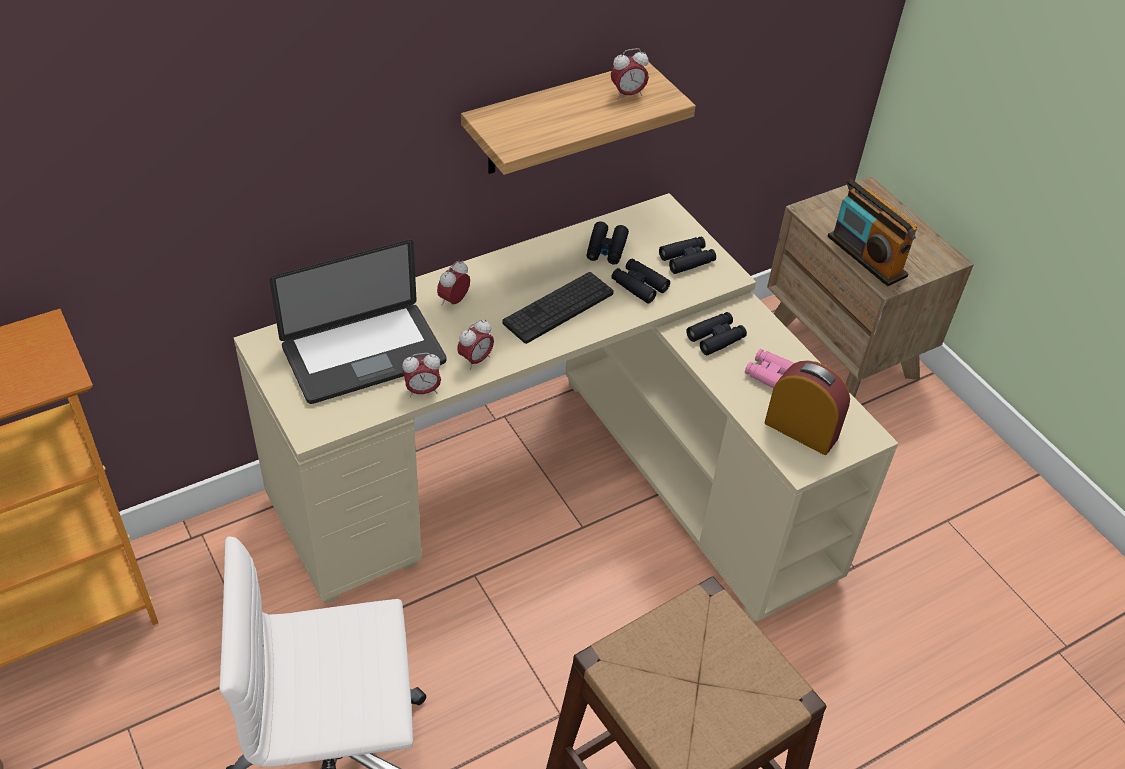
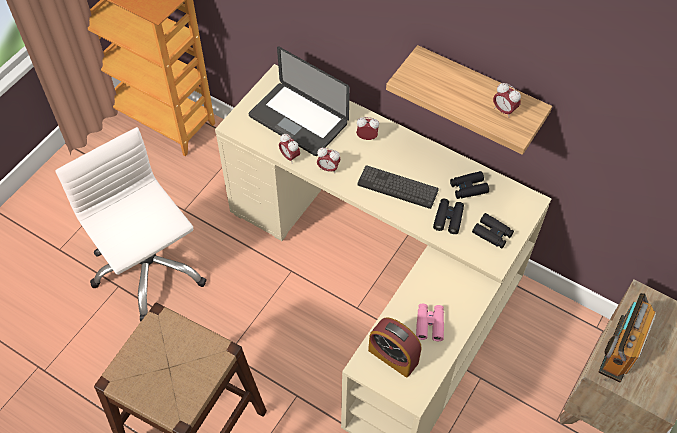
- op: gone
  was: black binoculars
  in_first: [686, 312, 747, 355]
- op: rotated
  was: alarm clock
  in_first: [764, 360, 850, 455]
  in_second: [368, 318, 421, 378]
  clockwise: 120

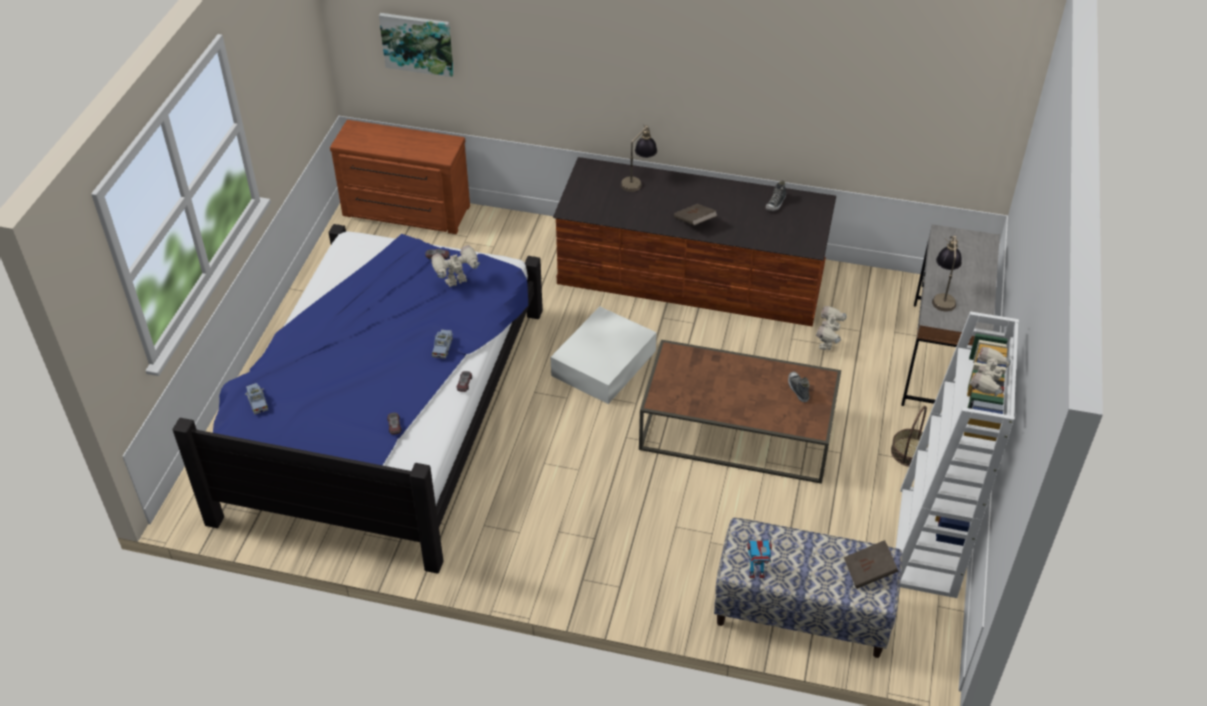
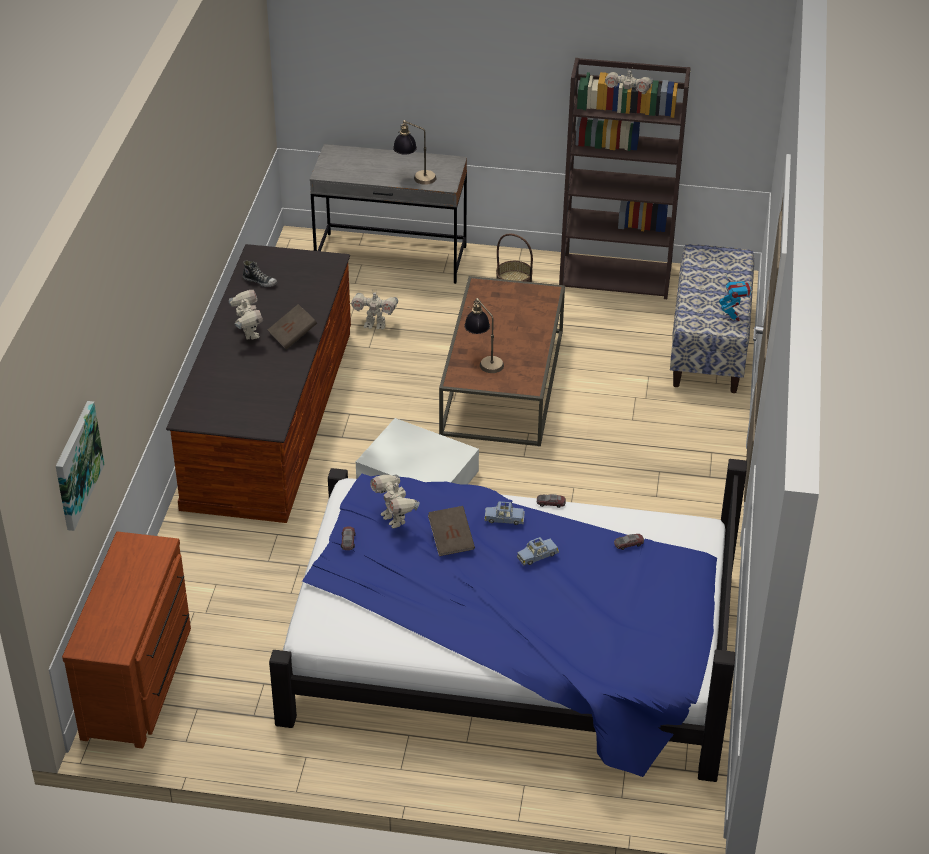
- op: gone
  was: shoe
  in_first: [788, 372, 810, 402]
- op: new
  now: toy robot
  in_second: [229, 290, 263, 339]
- op: shifted
  was: blue toy car
  in_first: [245, 383, 268, 414]
  in_second: [517, 537, 559, 565]
- op: shifted
  was: table lamp
  in_first: [620, 125, 657, 192]
  in_second: [464, 298, 504, 373]
- op: shifted
  was: brown book
  in_first: [844, 540, 899, 589]
  in_second: [428, 506, 475, 556]
- op: repainted
  was: white bookcase
  now: brown bookcase
  in_first: [896, 311, 1019, 598]
  in_second: [559, 58, 691, 299]

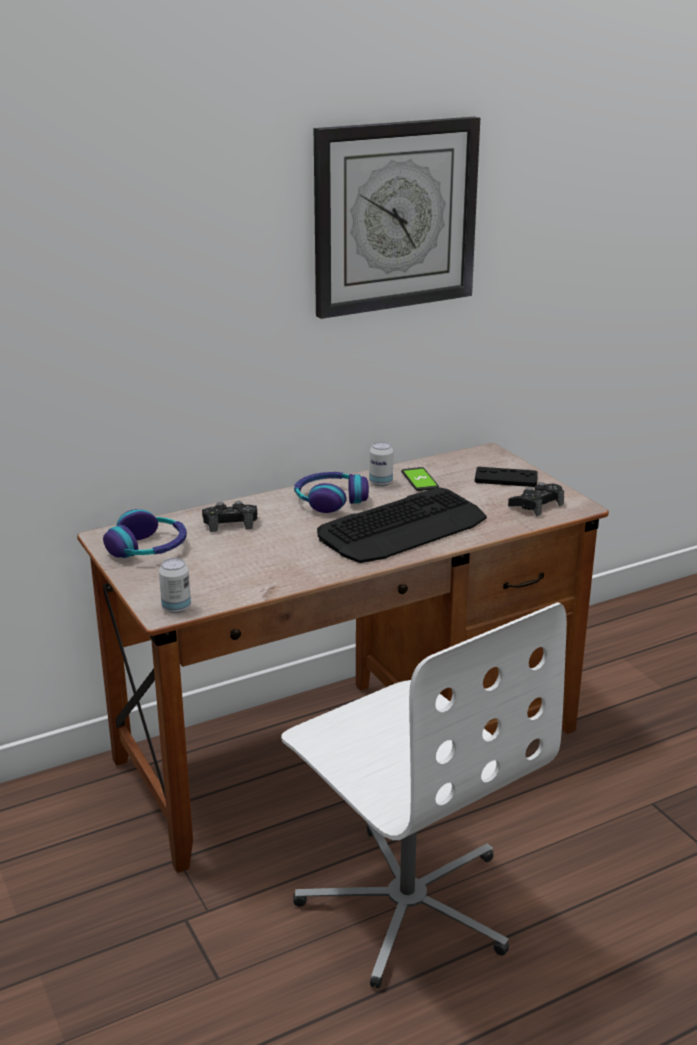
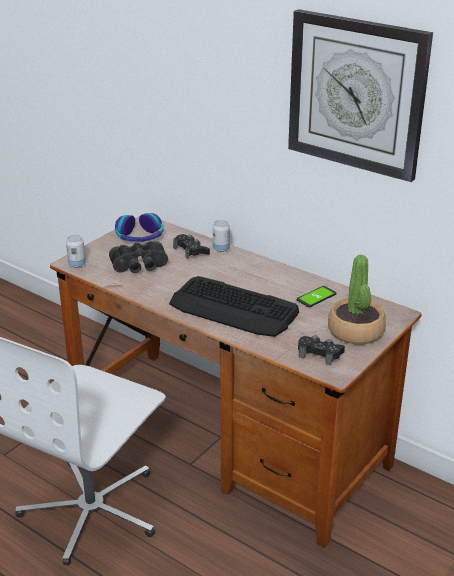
- op: gone
  was: headphones
  in_first: [294, 472, 369, 513]
- op: new
  now: black binoculars
  in_second: [109, 241, 168, 273]
- op: shifted
  was: can
  in_first: [369, 441, 393, 487]
  in_second: [213, 220, 230, 252]
- op: swapped
  was: black game controller
  now: potted plant
  in_first: [475, 467, 538, 487]
  in_second: [328, 255, 386, 345]

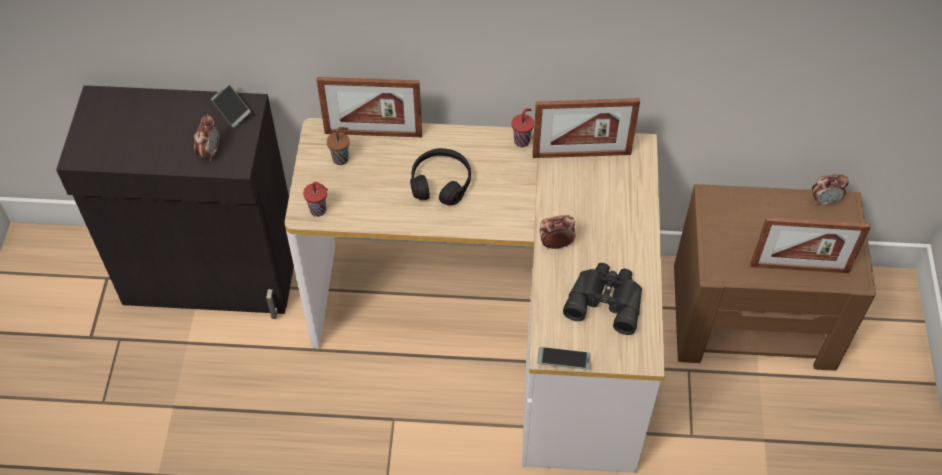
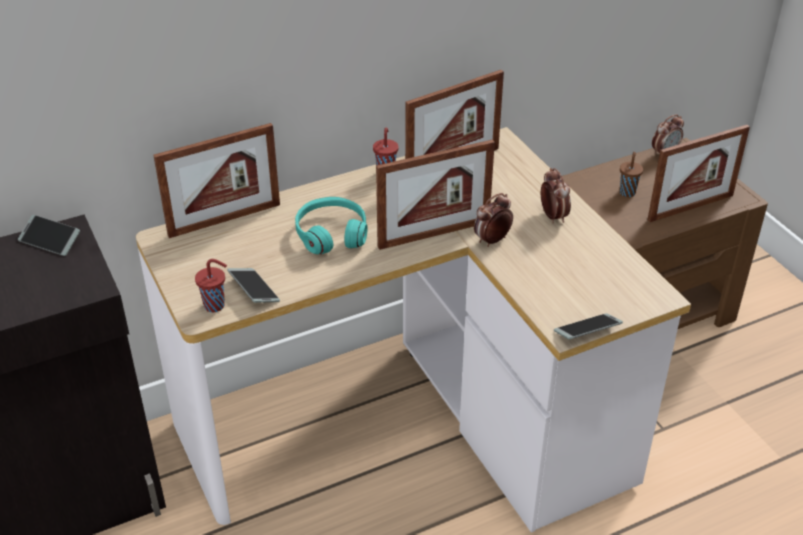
- op: gone
  was: black binoculars
  in_first: [563, 263, 642, 335]
- op: new
  now: phone
  in_second: [227, 268, 280, 303]
- op: new
  now: picture frame
  in_second: [376, 140, 495, 250]
- op: shifted
  was: alarm clock
  in_first: [194, 114, 219, 161]
  in_second: [541, 168, 571, 223]
- op: shifted
  was: brown cup
  in_first: [327, 127, 350, 165]
  in_second: [620, 152, 643, 197]
- op: repainted
  was: black headphones
  now: turquoise headphones
  in_first: [410, 148, 471, 206]
  in_second: [295, 197, 368, 254]

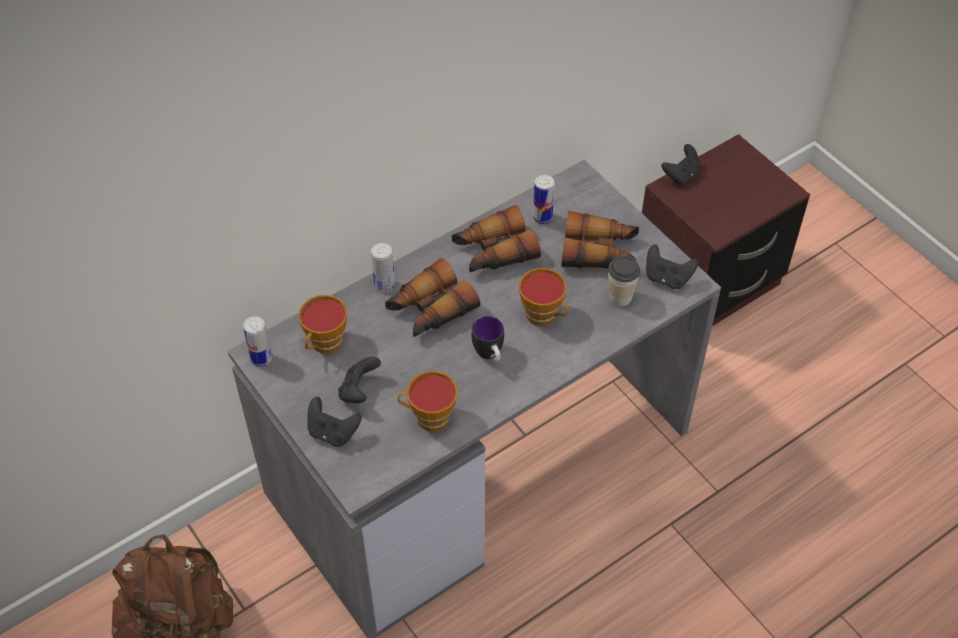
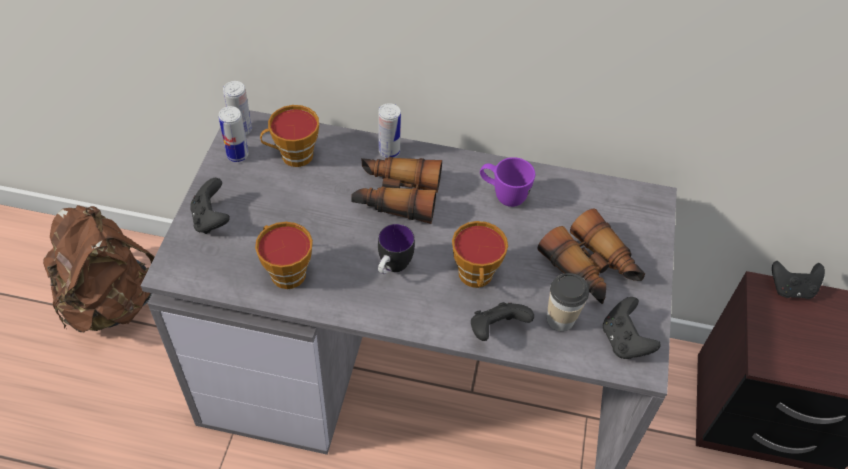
- op: shifted
  was: black game controller
  in_first: [338, 357, 381, 403]
  in_second: [471, 302, 534, 341]
- op: shifted
  was: can
  in_first: [533, 175, 555, 224]
  in_second: [219, 106, 249, 162]
- op: swapped
  was: binoculars
  now: purple mug
  in_first: [452, 205, 541, 272]
  in_second: [480, 157, 535, 207]

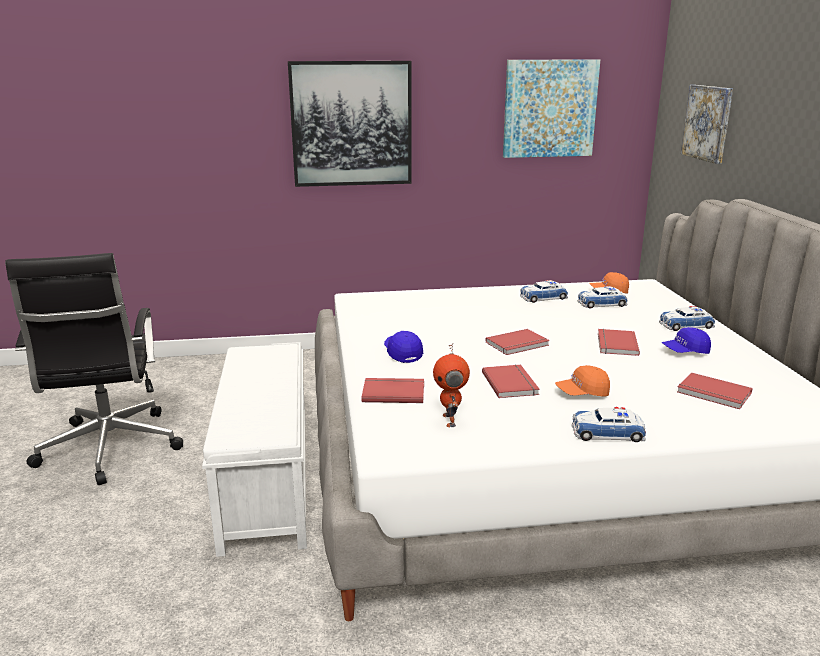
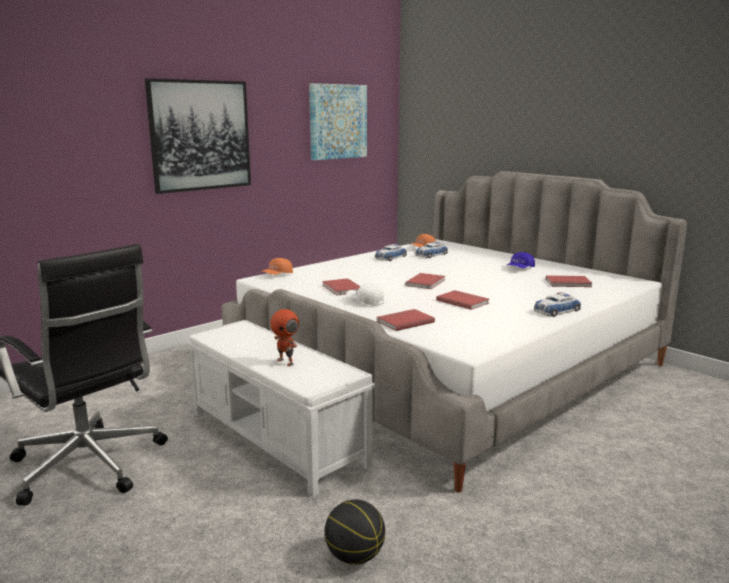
- op: gone
  was: toy car
  in_first: [659, 306, 715, 331]
- op: gone
  was: picture
  in_first: [681, 85, 733, 164]
- op: new
  now: basketball
  in_second: [325, 499, 385, 565]
- op: shifted
  was: toy robot
  in_first: [433, 343, 470, 427]
  in_second: [270, 302, 299, 366]
- op: shifted
  was: orange cap
  in_first: [555, 365, 610, 396]
  in_second: [261, 258, 293, 275]
- op: shifted
  was: red book
  in_first: [598, 329, 640, 356]
  in_second: [322, 278, 360, 296]
- op: repainted
  was: blue cap
  now: white cap
  in_first: [384, 331, 423, 363]
  in_second: [346, 282, 384, 306]

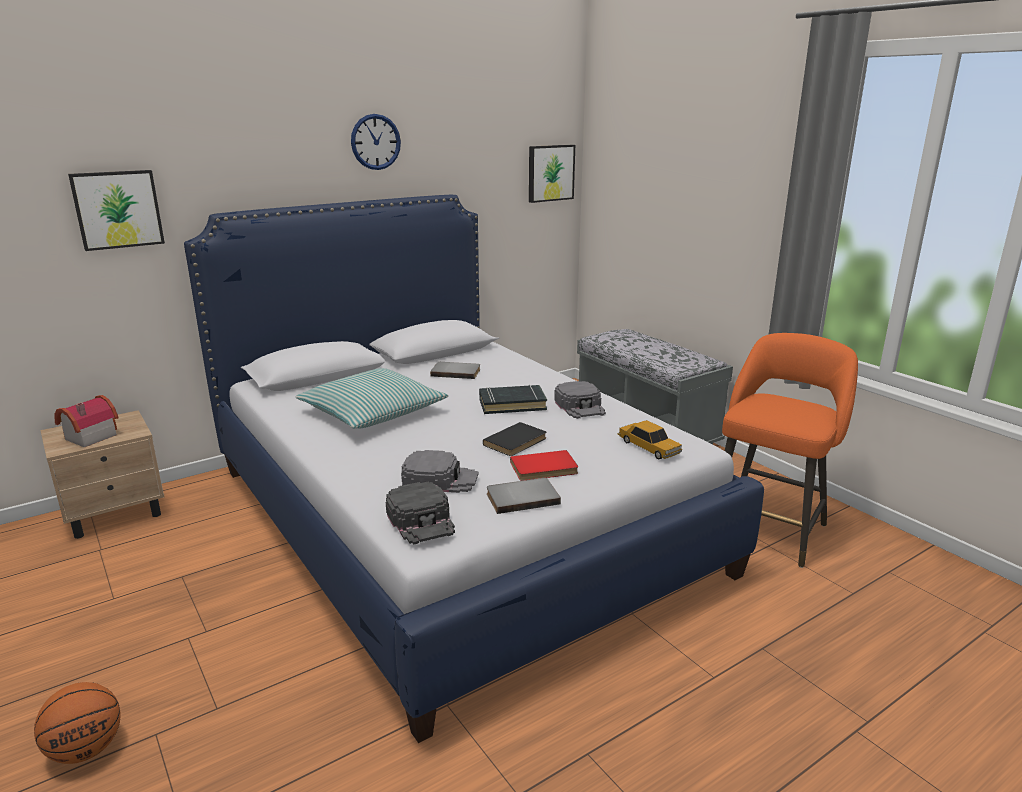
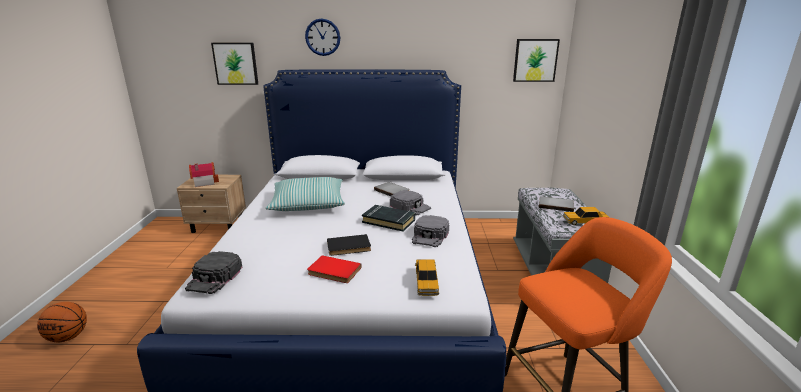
- op: new
  now: toy car
  in_second: [563, 207, 610, 225]
- op: shifted
  was: wall clock
  in_first: [351, 114, 401, 170]
  in_second: [305, 18, 340, 56]
- op: shifted
  was: grey cap
  in_first: [401, 450, 479, 493]
  in_second: [390, 190, 431, 215]
- op: shifted
  was: grey book
  in_first: [487, 478, 561, 514]
  in_second: [539, 196, 574, 212]

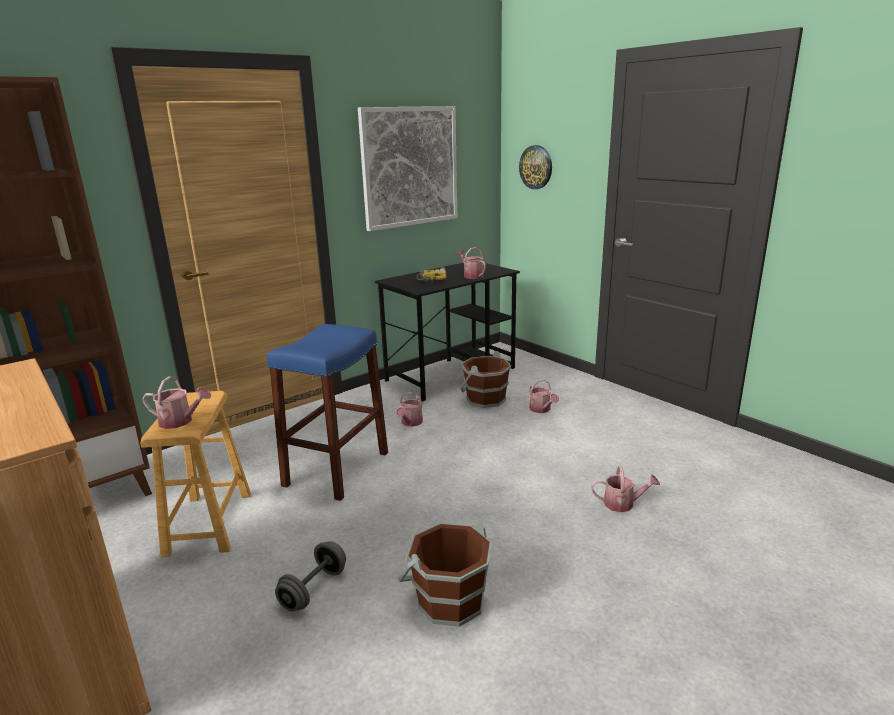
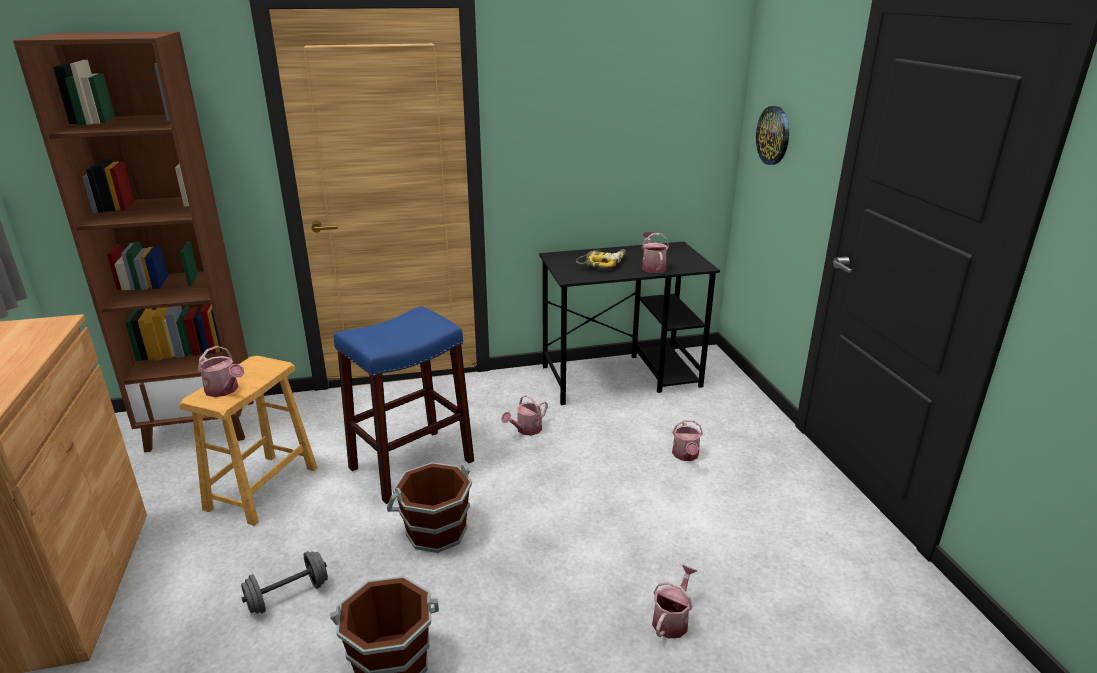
- op: gone
  was: picture
  in_first: [358, 106, 457, 231]
- op: shifted
  was: brown bucket
  in_first: [460, 351, 511, 408]
  in_second: [387, 462, 472, 553]
- op: rotated
  was: watering can
  in_first: [591, 466, 660, 512]
  in_second: [652, 565, 697, 639]
  clockwise: -90

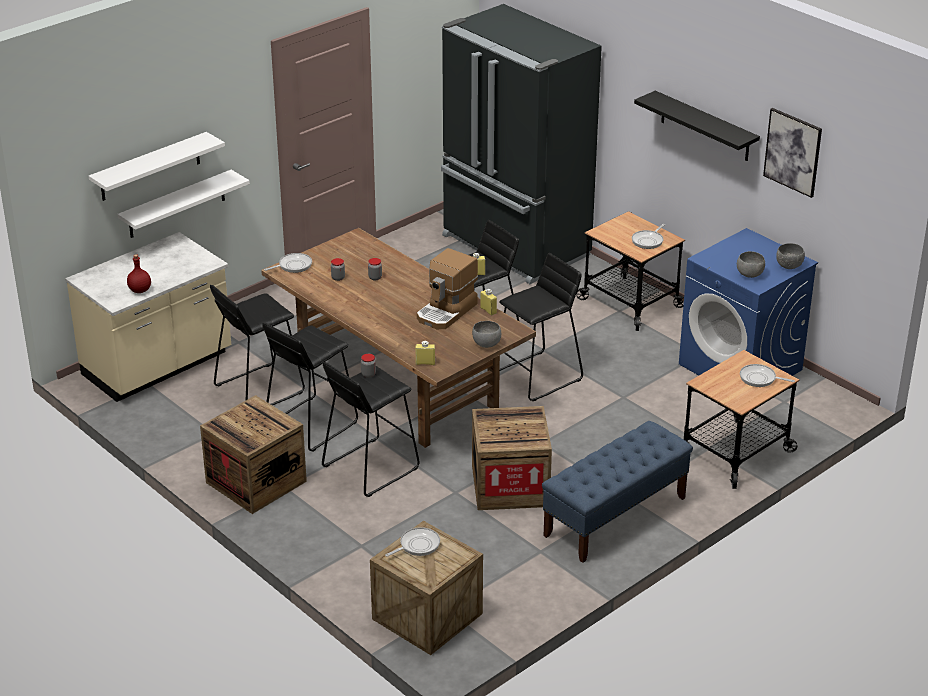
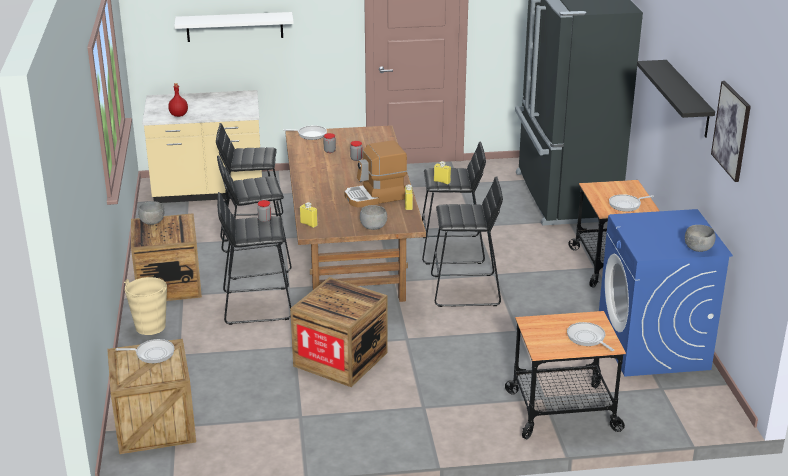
- op: gone
  was: white shelf
  in_first: [117, 170, 250, 238]
- op: gone
  was: blue bench
  in_first: [542, 421, 693, 563]
- op: new
  now: beige bucket
  in_second: [124, 277, 167, 335]
- op: shifted
  was: grey bowl
  in_first: [737, 251, 765, 278]
  in_second: [138, 202, 164, 225]

